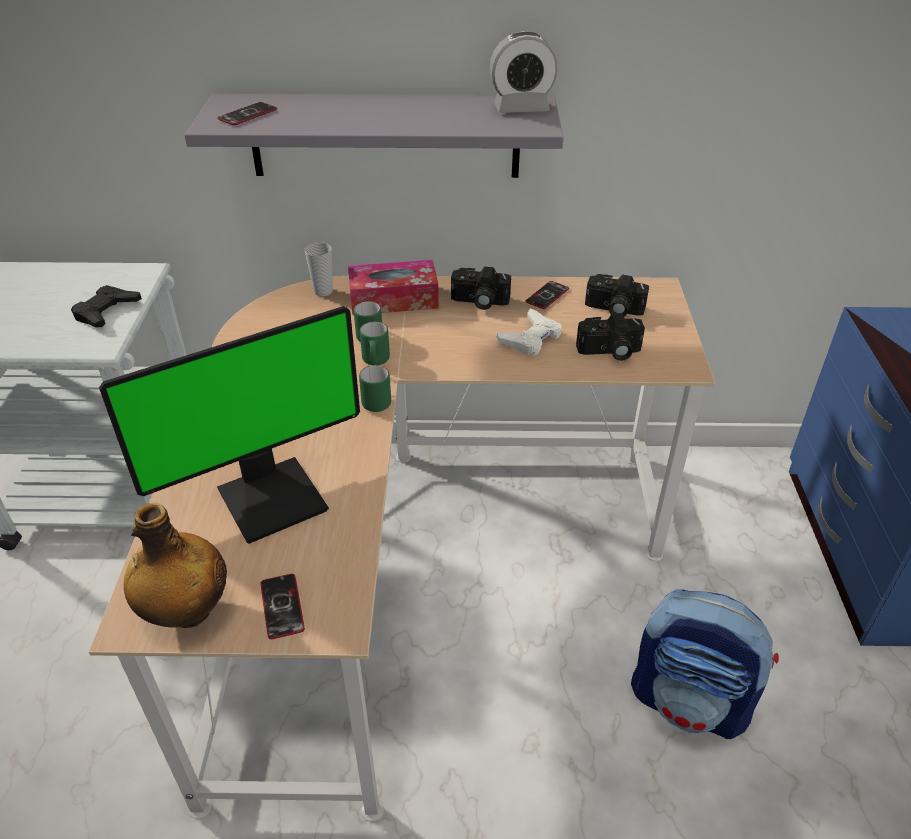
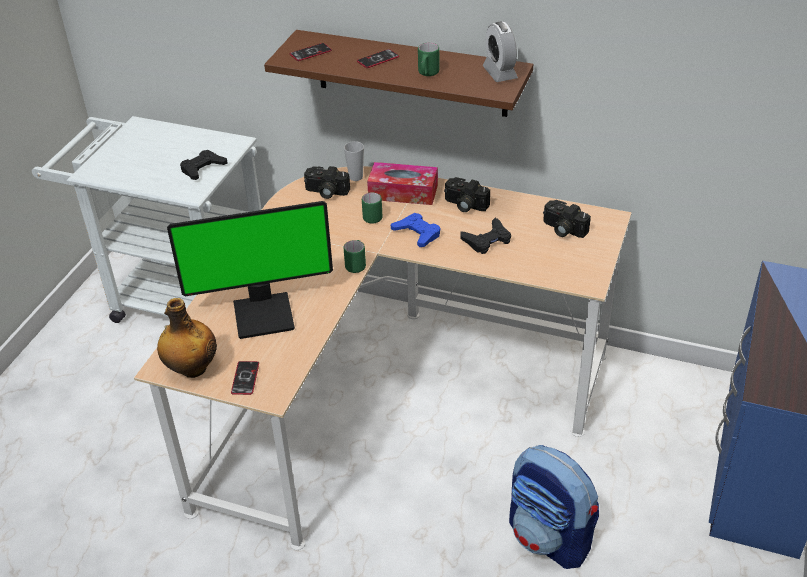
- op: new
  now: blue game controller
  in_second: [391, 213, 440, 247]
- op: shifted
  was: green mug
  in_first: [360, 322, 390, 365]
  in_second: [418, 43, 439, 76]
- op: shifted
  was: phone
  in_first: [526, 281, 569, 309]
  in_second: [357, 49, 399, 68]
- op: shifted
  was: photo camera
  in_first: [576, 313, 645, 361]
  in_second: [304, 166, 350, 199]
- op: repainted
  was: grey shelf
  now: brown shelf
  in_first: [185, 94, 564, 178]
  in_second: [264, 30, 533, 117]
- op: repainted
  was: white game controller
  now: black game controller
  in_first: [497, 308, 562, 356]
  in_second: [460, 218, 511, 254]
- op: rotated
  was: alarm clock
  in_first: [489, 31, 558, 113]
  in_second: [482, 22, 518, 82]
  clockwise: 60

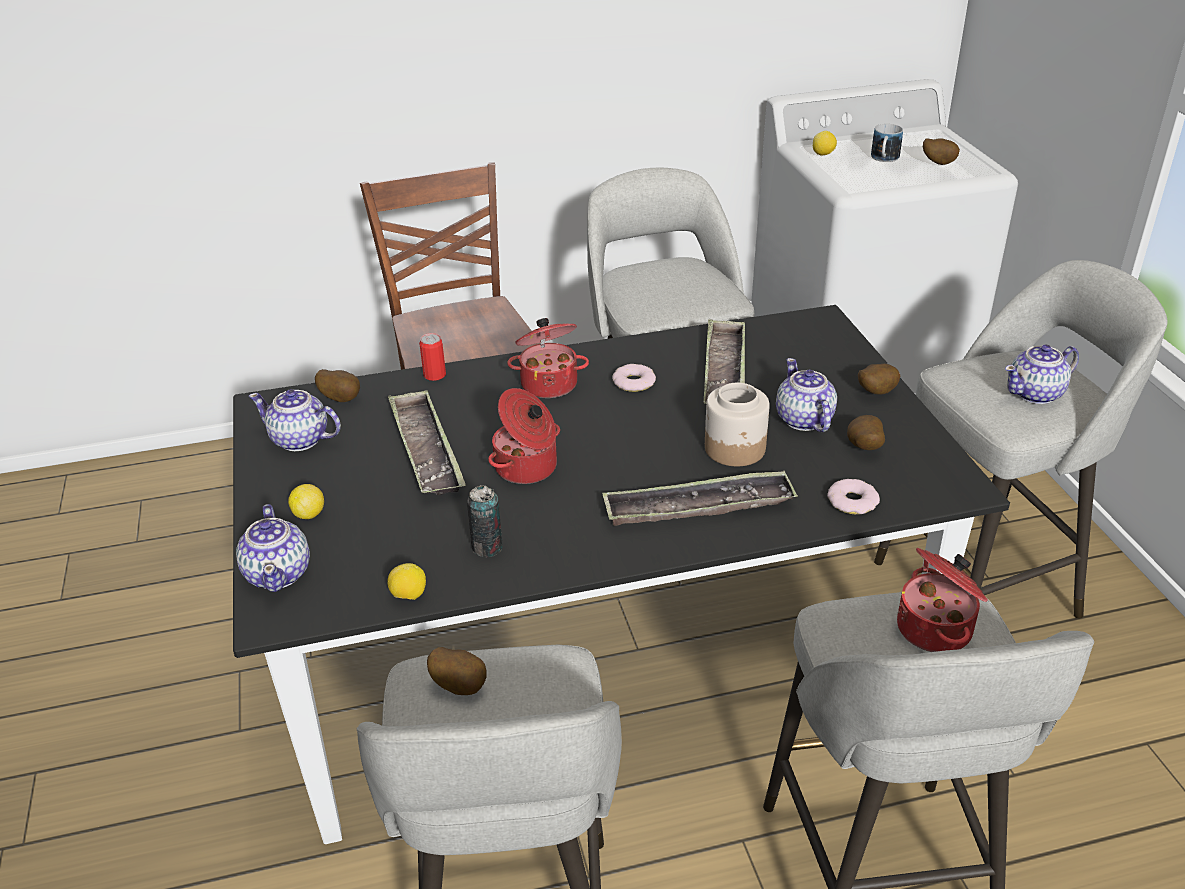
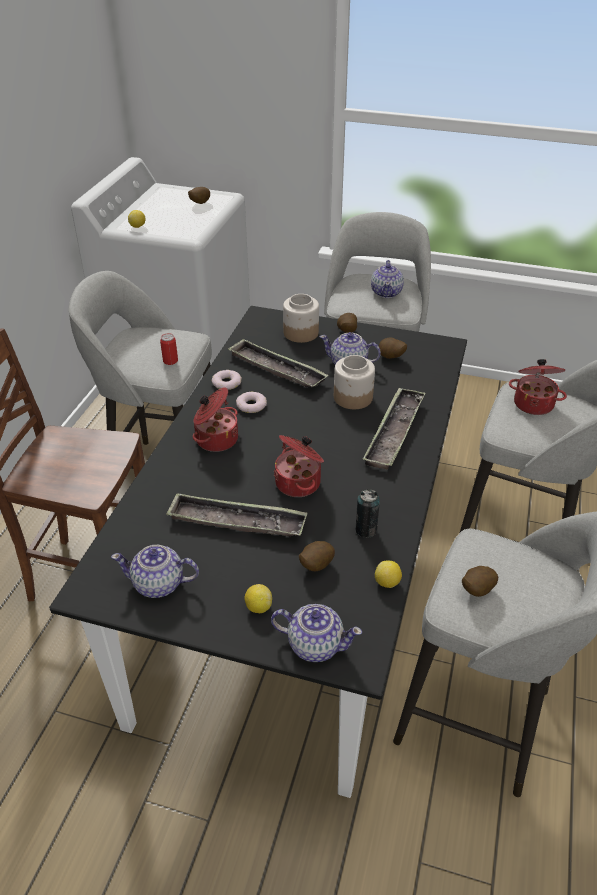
- op: gone
  was: mug
  in_first: [871, 124, 903, 162]
- op: new
  now: jar
  in_second: [283, 294, 319, 343]
- op: shifted
  was: potato
  in_first: [315, 369, 360, 402]
  in_second: [299, 541, 335, 571]
- op: shifted
  was: can
  in_first: [419, 333, 446, 381]
  in_second: [160, 333, 178, 365]
- op: shifted
  was: donut
  in_first: [827, 479, 880, 514]
  in_second: [212, 370, 242, 390]
- op: rotated
  was: teapot
  in_first: [248, 389, 341, 451]
  in_second: [111, 545, 199, 598]
  clockwise: 45

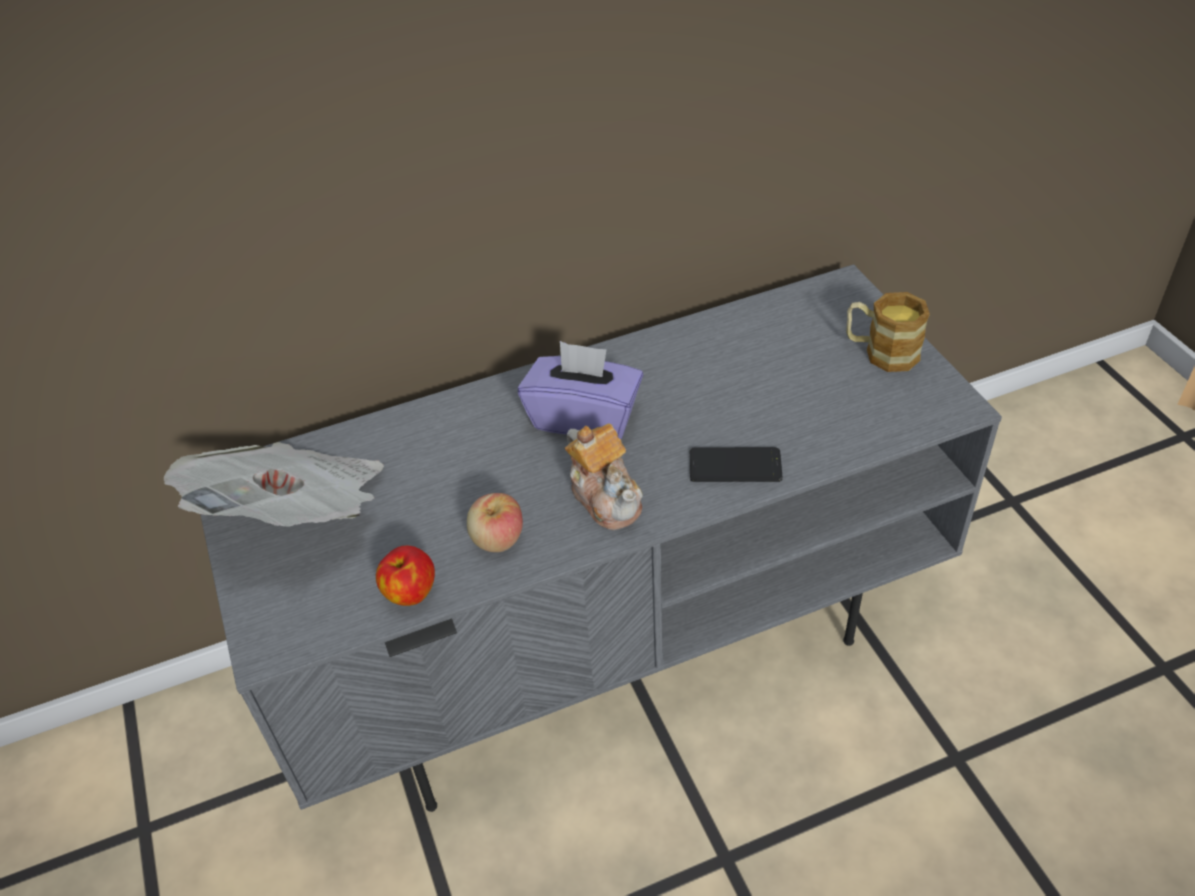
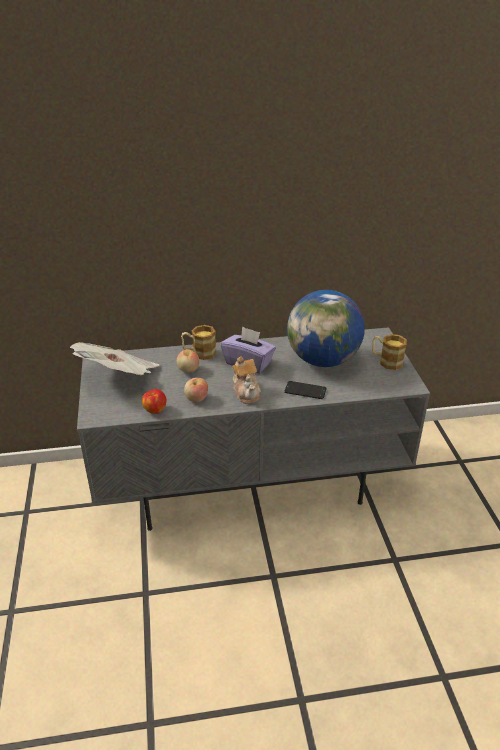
- op: new
  now: apple
  in_second: [177, 349, 199, 372]
- op: new
  now: mug
  in_second: [181, 325, 216, 360]
- op: new
  now: globe
  in_second: [287, 290, 365, 367]

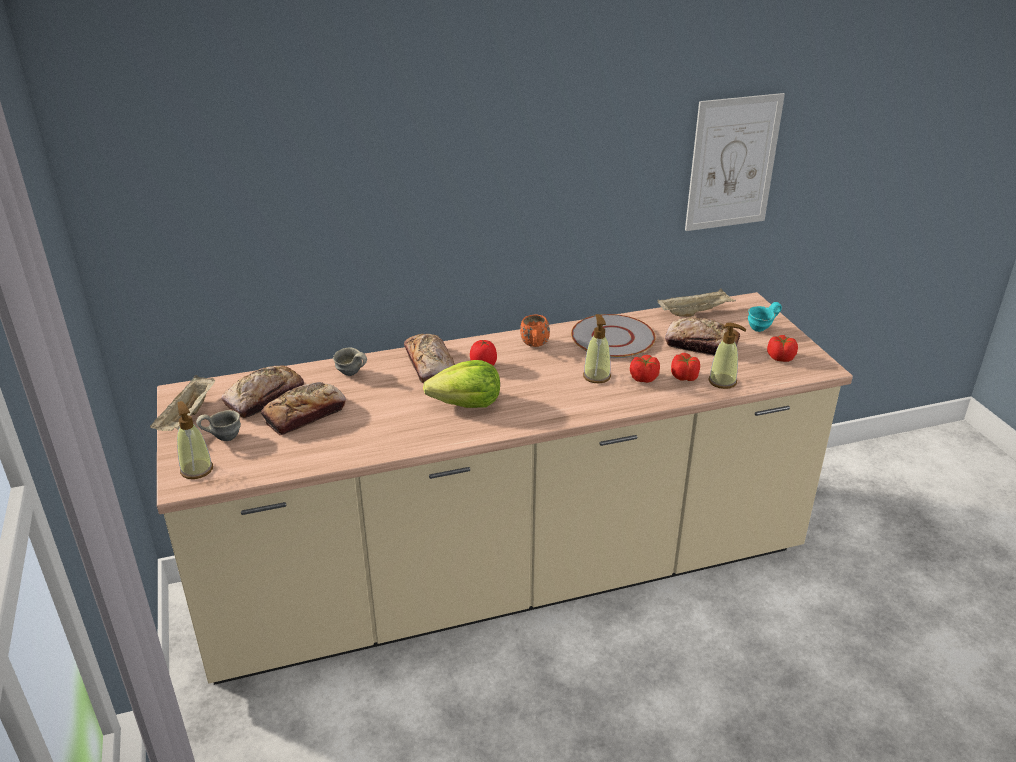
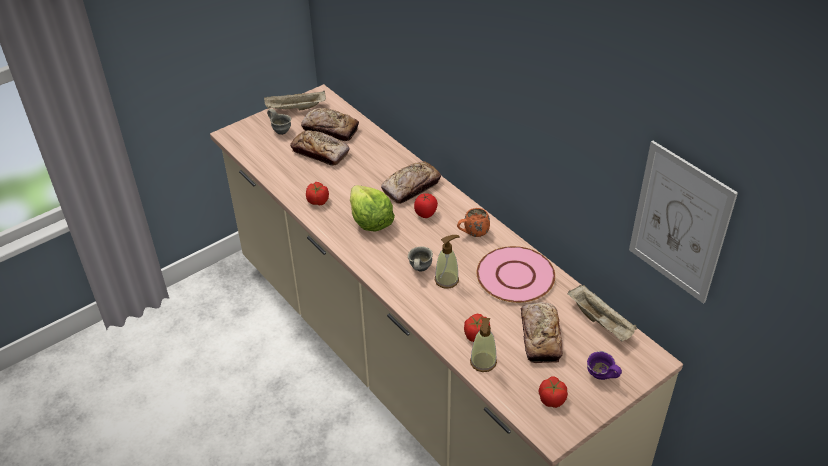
- op: gone
  was: soap dispenser
  in_first: [177, 401, 213, 479]
- op: shifted
  was: grey mug
  in_first: [333, 347, 367, 376]
  in_second: [408, 246, 433, 271]
- op: shifted
  was: tomato
  in_first: [630, 355, 660, 383]
  in_second: [306, 182, 329, 206]
- op: repainted
  was: grey plate
  now: pink plate
  in_first: [571, 314, 656, 358]
  in_second: [477, 246, 555, 303]
- op: repainted
  was: turquoise mug
  now: purple mug
  in_first: [748, 302, 782, 332]
  in_second: [587, 351, 622, 380]

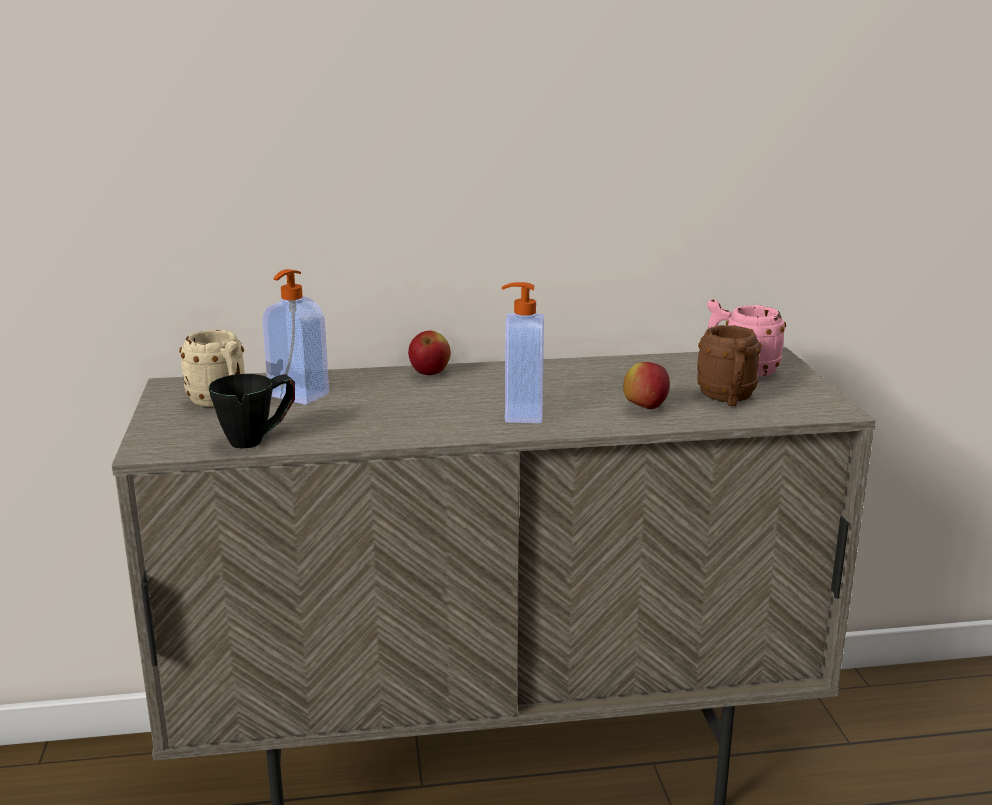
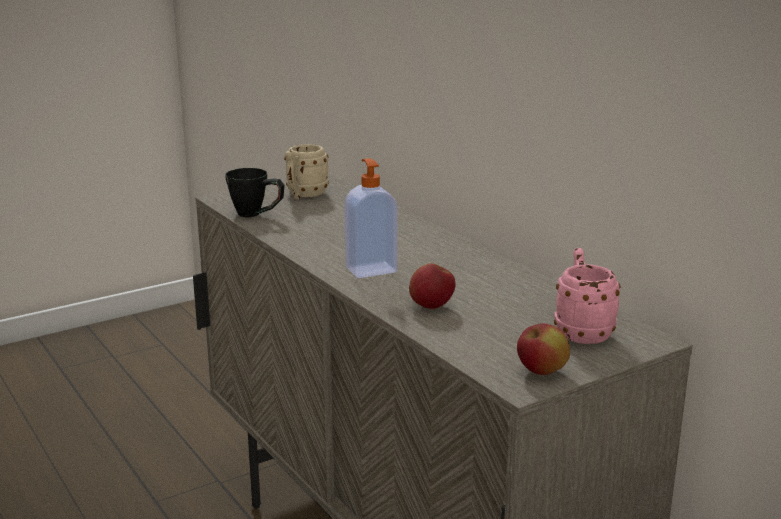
- op: gone
  was: soap dispenser
  in_first: [262, 269, 329, 405]
- op: gone
  was: brown mug
  in_first: [697, 325, 762, 406]
- op: shifted
  was: apple
  in_first: [408, 330, 451, 375]
  in_second: [517, 323, 570, 375]

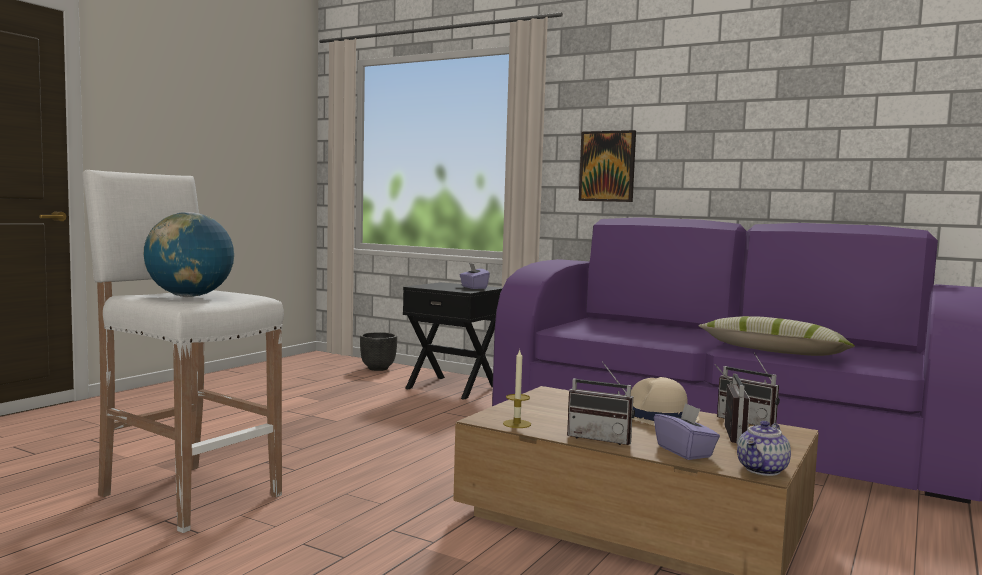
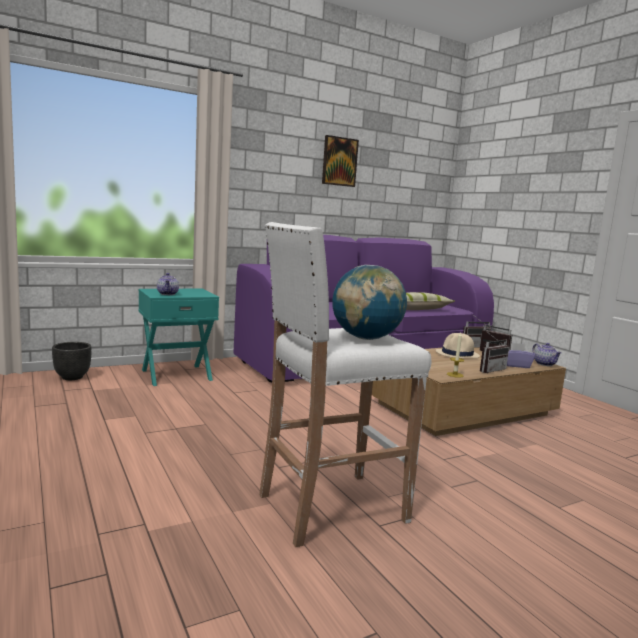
- op: gone
  was: purple tissue box
  in_first: [459, 263, 490, 289]
- op: new
  now: teapot
  in_second: [157, 273, 179, 295]
- op: shifted
  was: picture
  in_first: [579, 130, 636, 202]
  in_second: [322, 135, 359, 187]
- op: repainted
  was: black nightstand
  now: turquoise nightstand
  in_first: [403, 282, 502, 400]
  in_second: [139, 289, 219, 386]

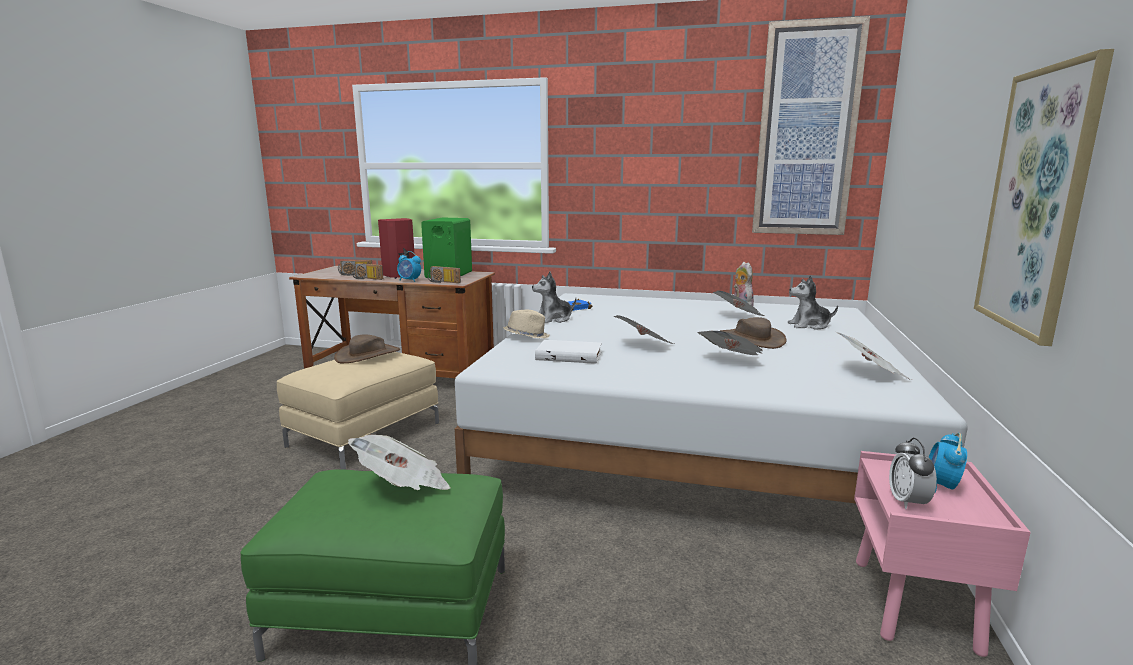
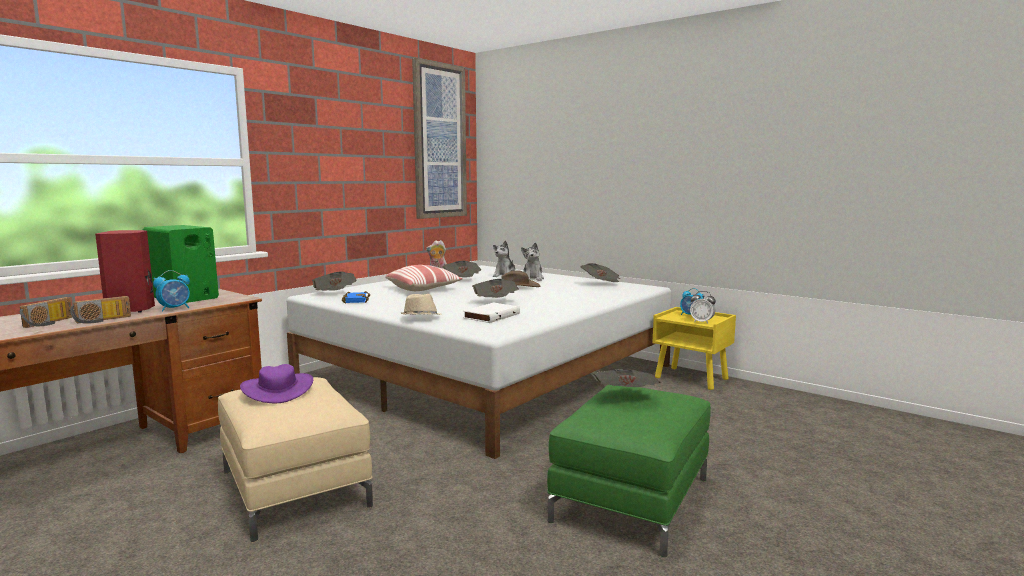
- op: gone
  was: radio
  in_first: [428, 266, 461, 283]
- op: gone
  was: picture
  in_first: [974, 49, 1114, 346]
- op: new
  now: pillow
  in_second: [385, 265, 463, 291]
- op: shifted
  was: plush toy
  in_first: [532, 272, 576, 323]
  in_second: [521, 243, 544, 281]
- op: shifted
  was: newspaper
  in_first: [697, 331, 763, 355]
  in_second: [312, 271, 357, 291]
- op: repainted
  was: brown hat
  now: purple hat
  in_first: [334, 334, 400, 363]
  in_second: [240, 364, 313, 404]
- op: repainted
  was: pink nightstand
  now: yellow nightstand
  in_first: [854, 451, 1031, 657]
  in_second: [653, 307, 736, 390]

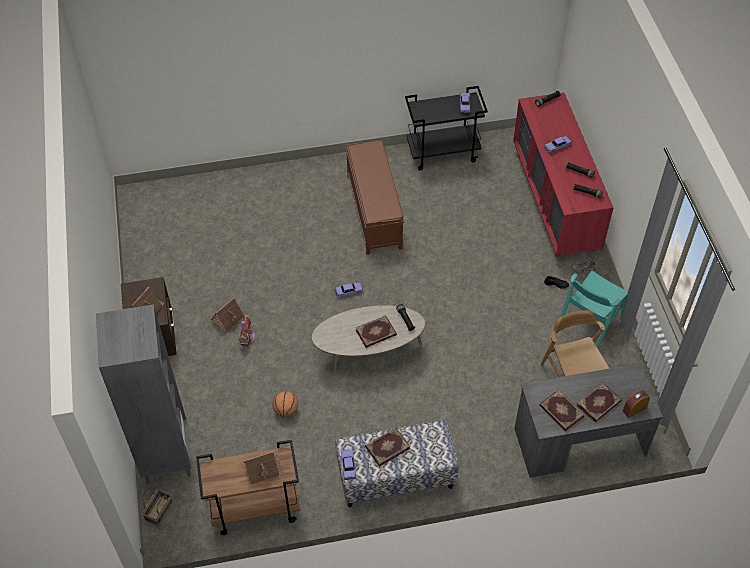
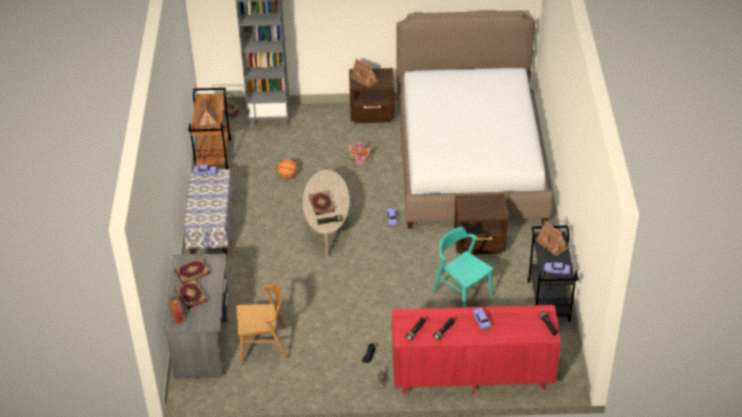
- op: gone
  was: book
  in_first: [365, 428, 410, 467]
- op: new
  now: bed
  in_second: [396, 10, 552, 228]
- op: shifted
  was: toy house
  in_first: [211, 297, 246, 332]
  in_second: [536, 221, 568, 256]
- op: shifted
  was: turquoise chair
  in_first: [561, 271, 628, 348]
  in_second: [433, 227, 493, 307]
- op: swapped
  was: brown bench
  now: brown nightstand
  in_first: [345, 141, 404, 255]
  in_second: [454, 194, 508, 255]

